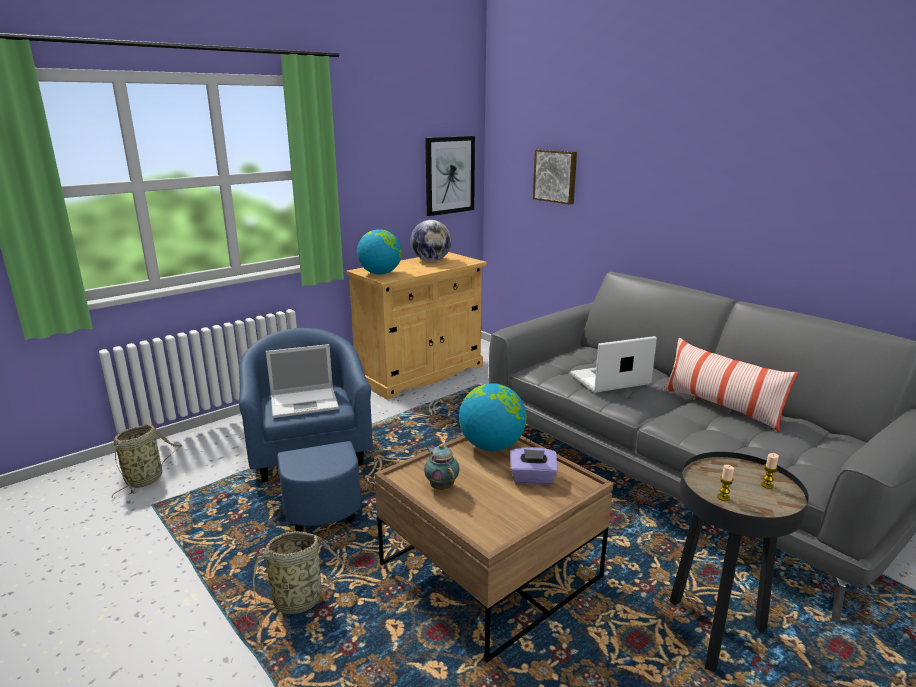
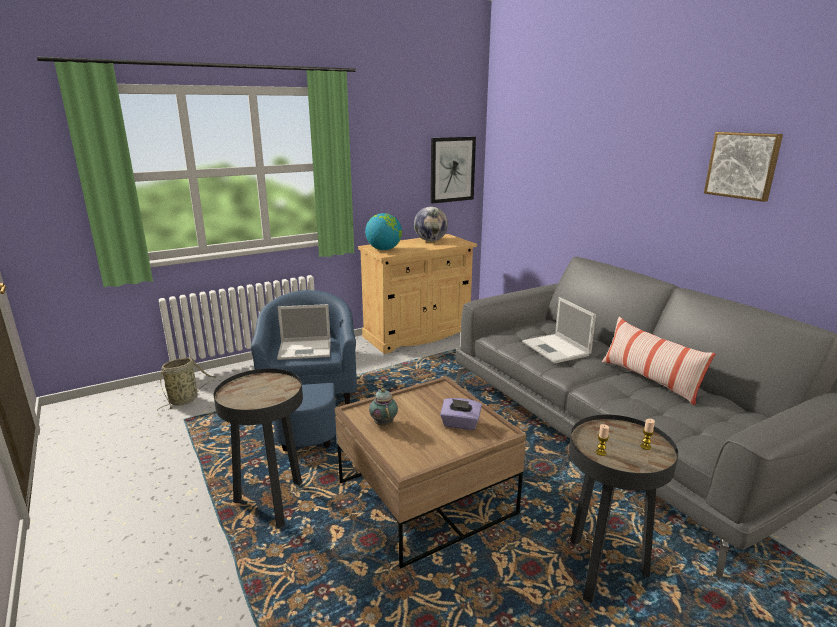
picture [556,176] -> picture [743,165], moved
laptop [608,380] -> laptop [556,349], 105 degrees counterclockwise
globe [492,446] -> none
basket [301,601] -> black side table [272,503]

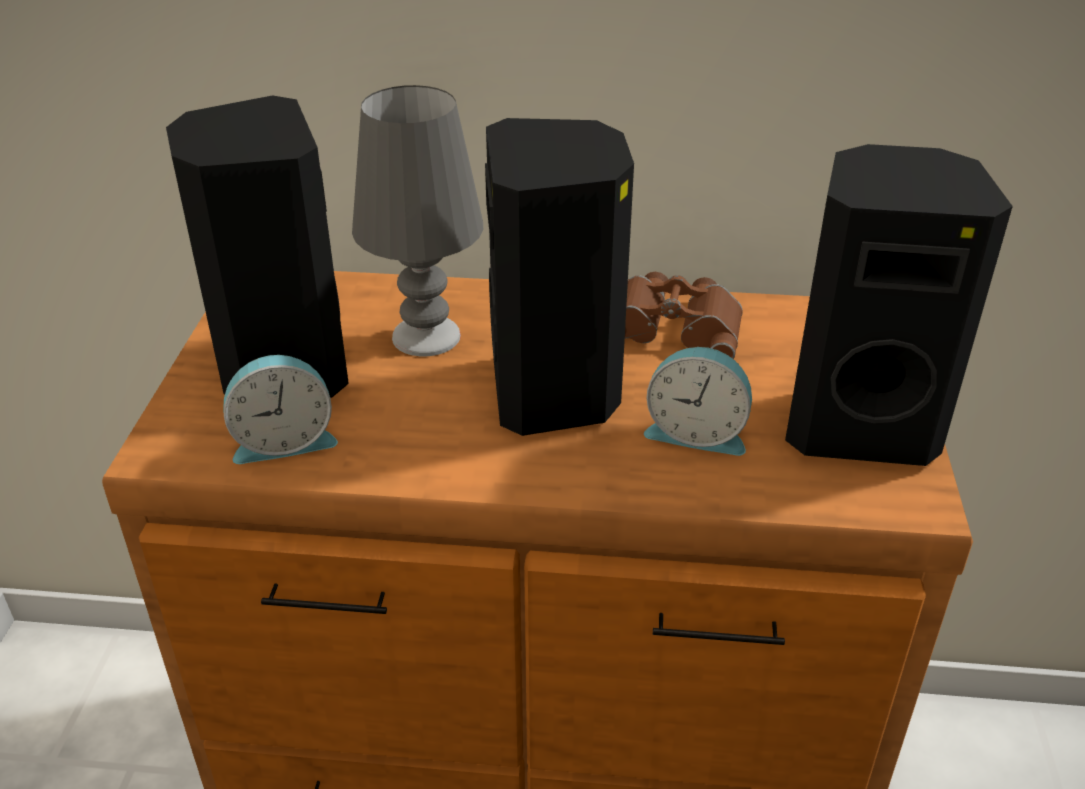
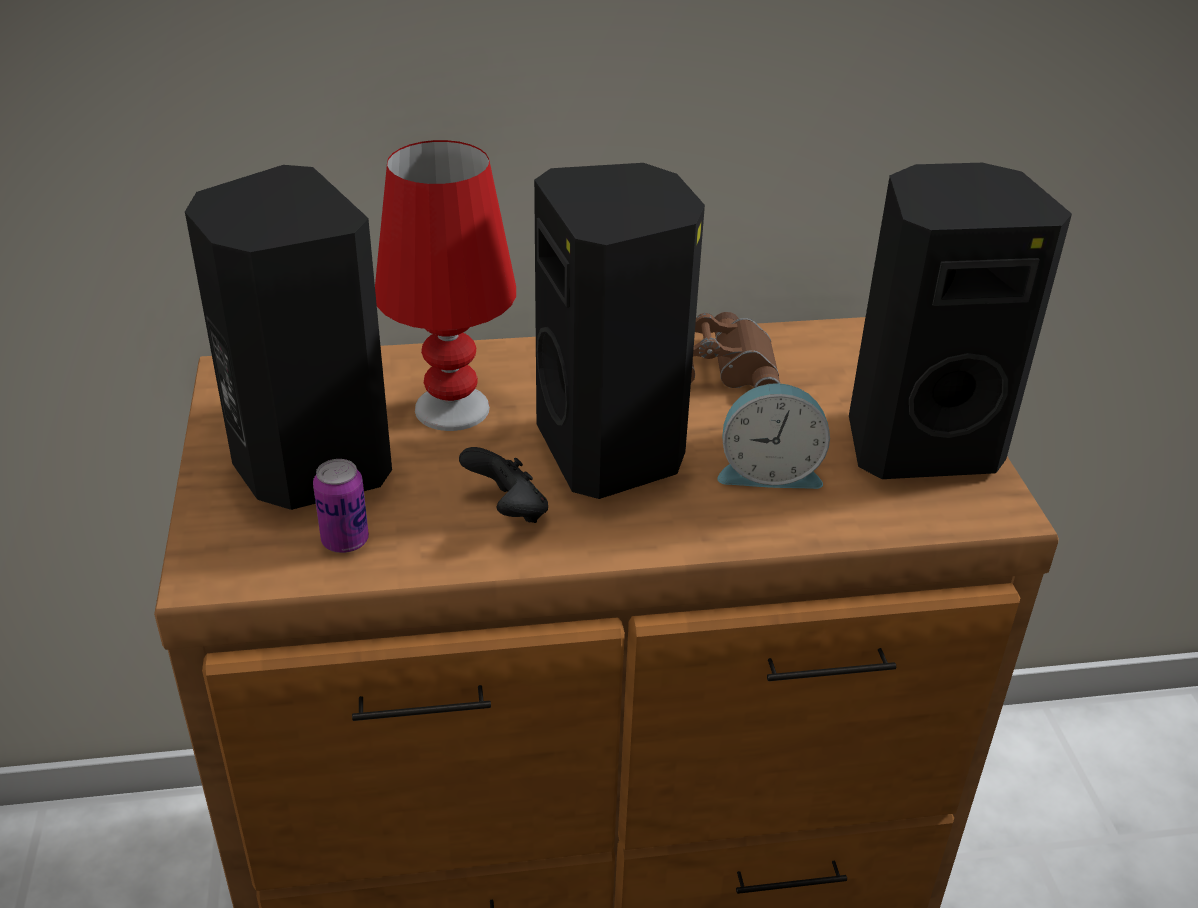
grey table lamp [425,336] -> red table lamp [451,409]
alarm clock [284,441] -> can [345,541]
none -> black game controller [508,510]

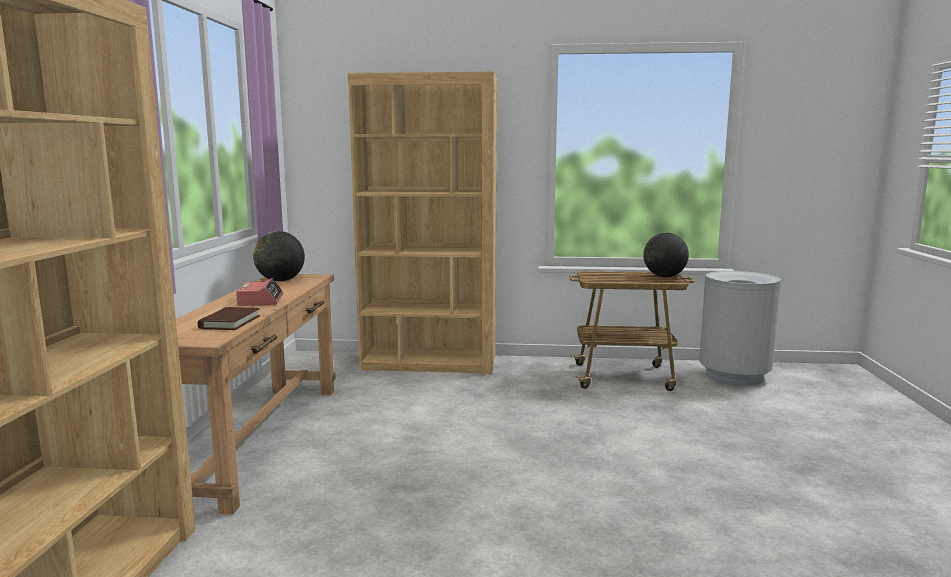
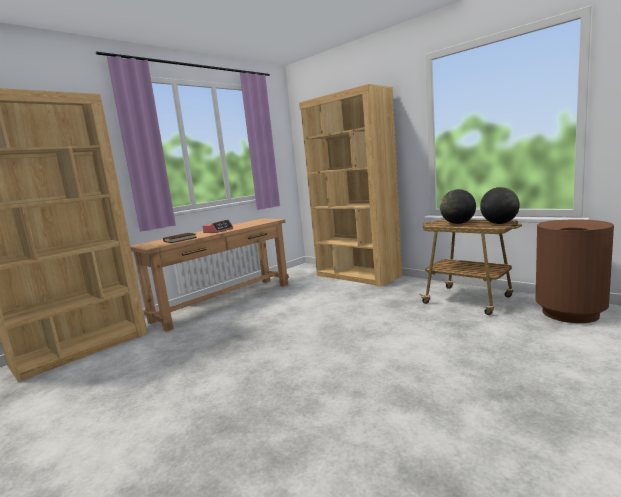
globe [280,280] -> globe [458,223], moved
grey trash can [733,376] -> brown trash can [569,313]

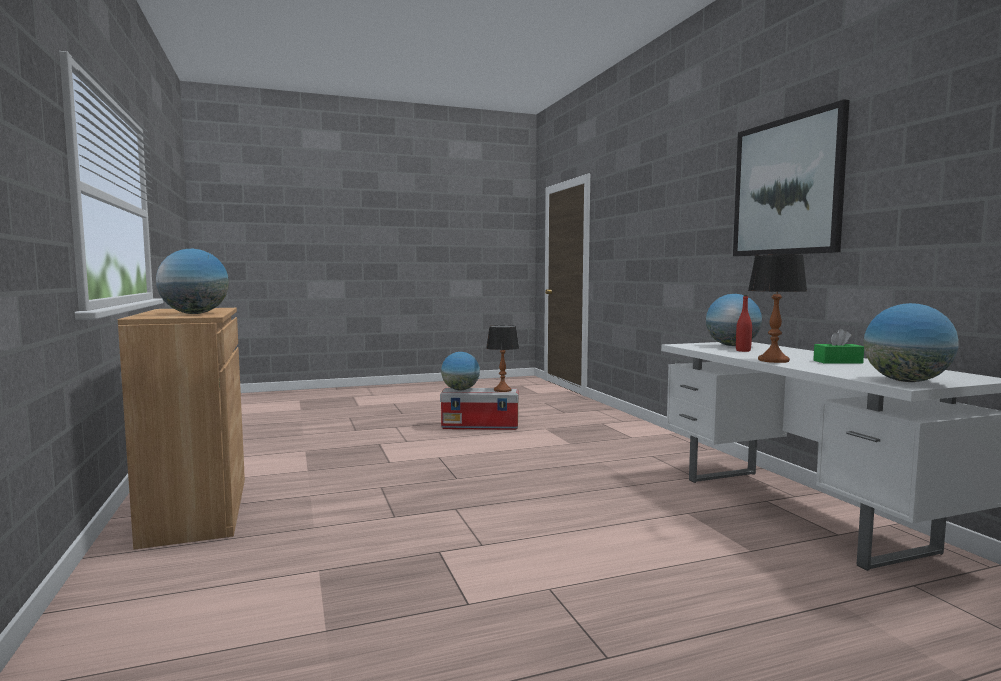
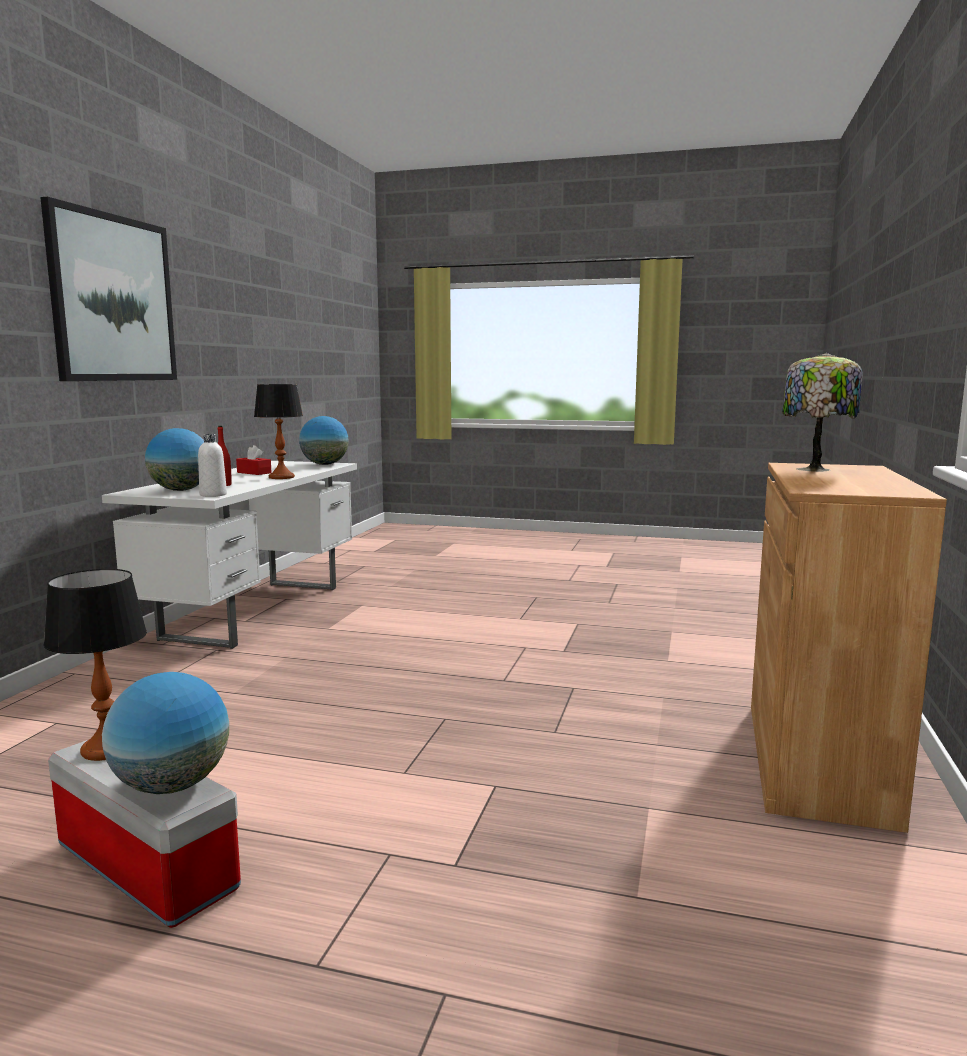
globe [195,314] -> table lamp [814,470]
green tissue box [837,362] -> red tissue box [254,473]
none -> white bottle [213,495]

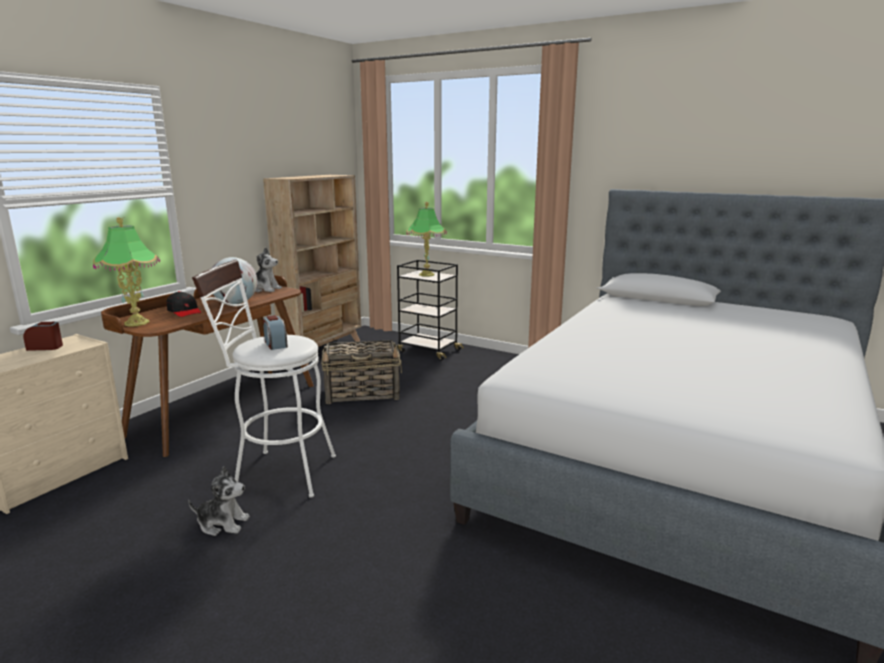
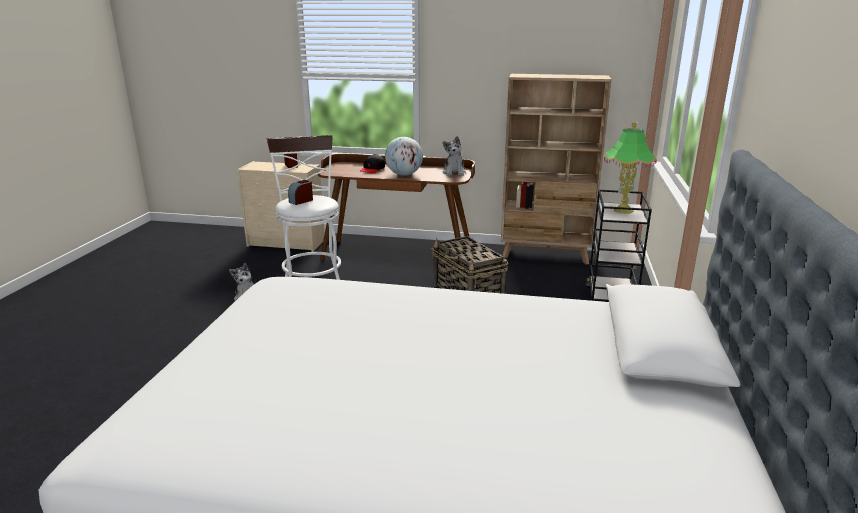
table lamp [136,323] -> none

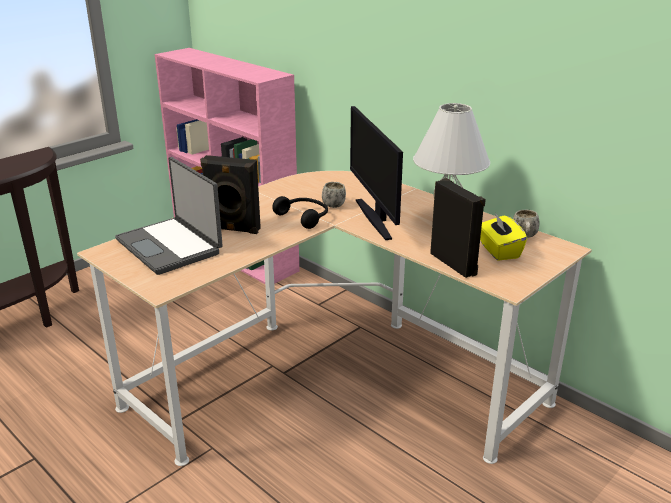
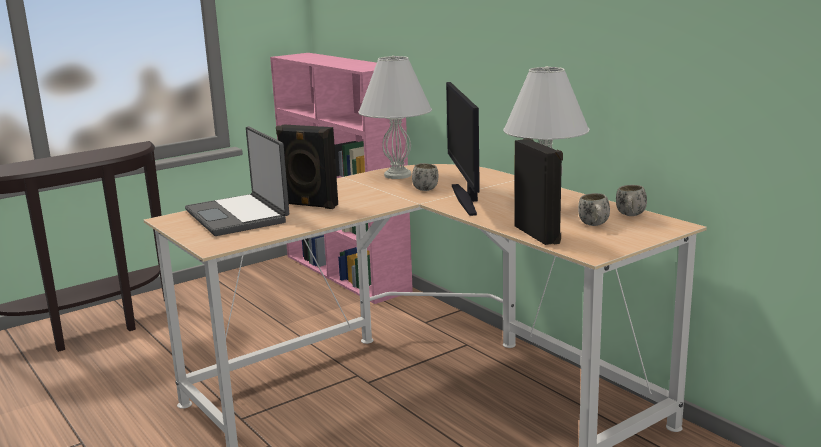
black headphones [304,217] -> none
yellow tissue box [499,251] -> white mug [594,225]
none -> white table lamp [398,175]

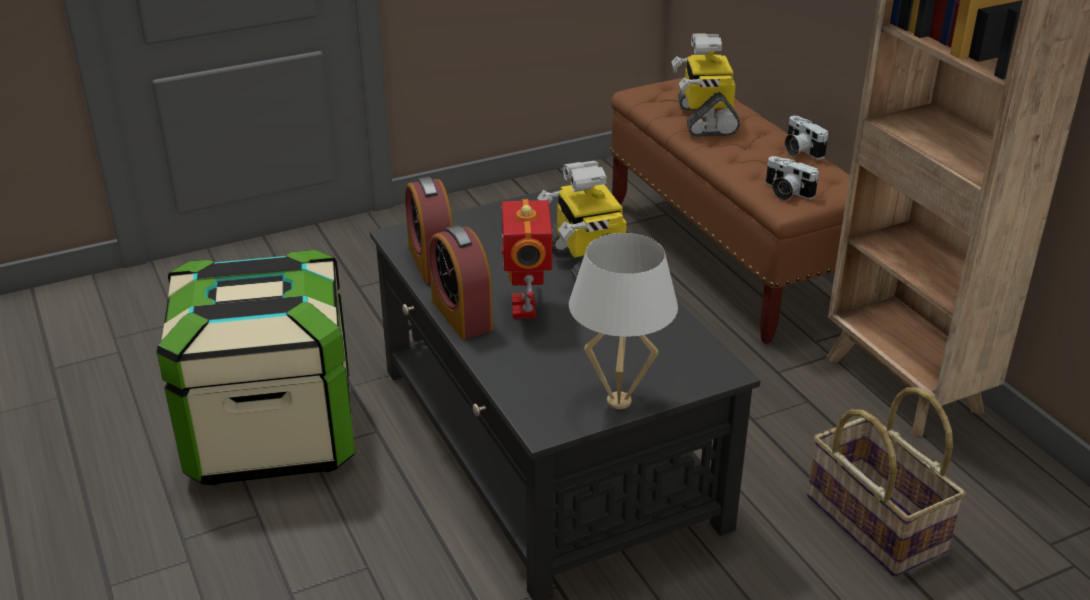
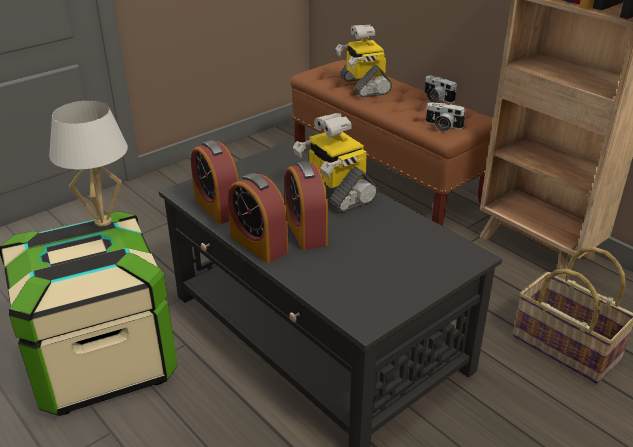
toy robot [526,308] -> alarm clock [306,231]
white table lamp [618,401] -> white table lamp [102,221], moved

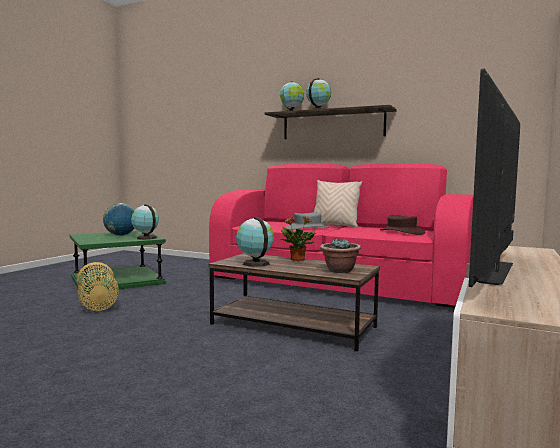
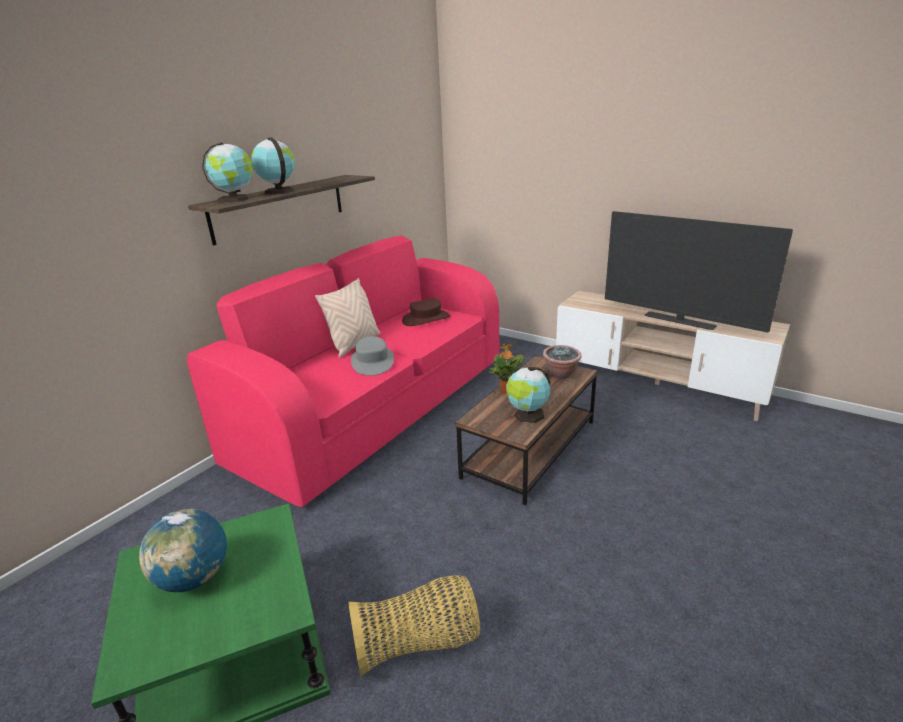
globe [145,238] -> none

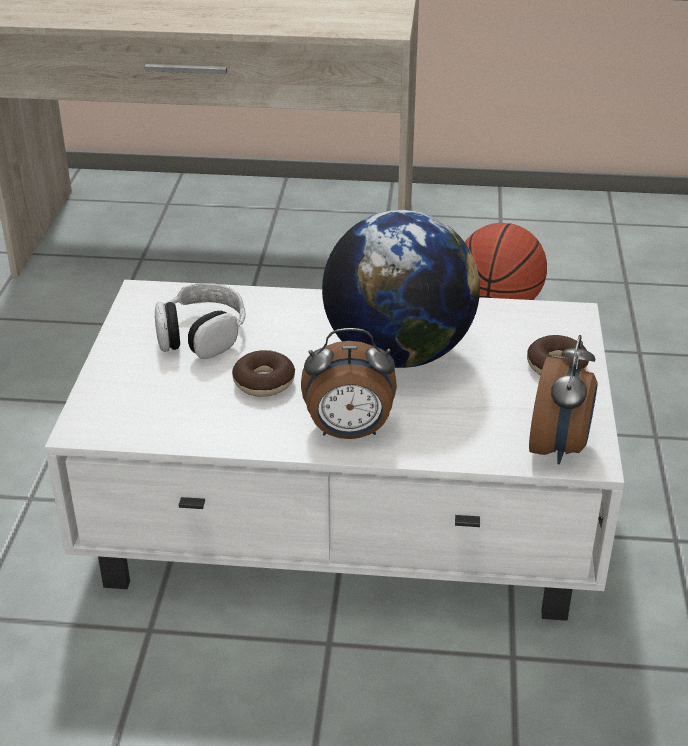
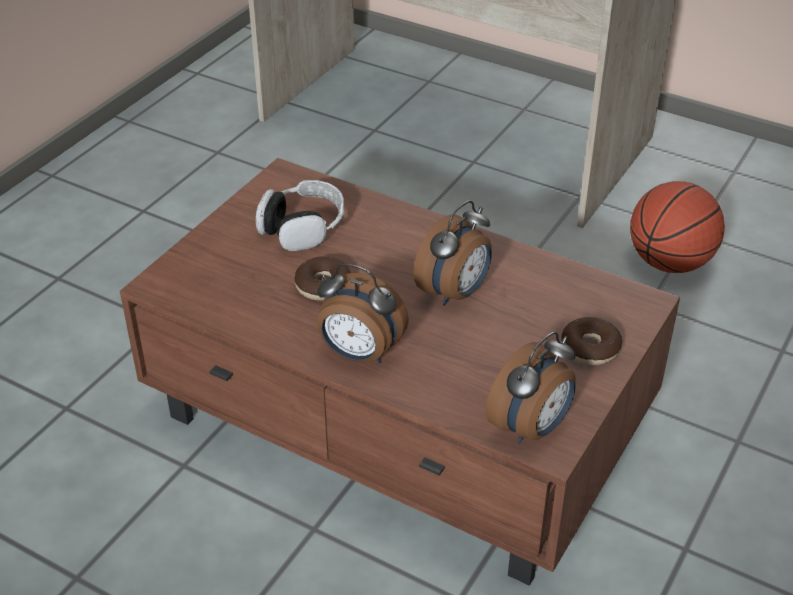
globe [398,353] -> alarm clock [455,293]
white coffee table [349,514] -> brown coffee table [402,421]

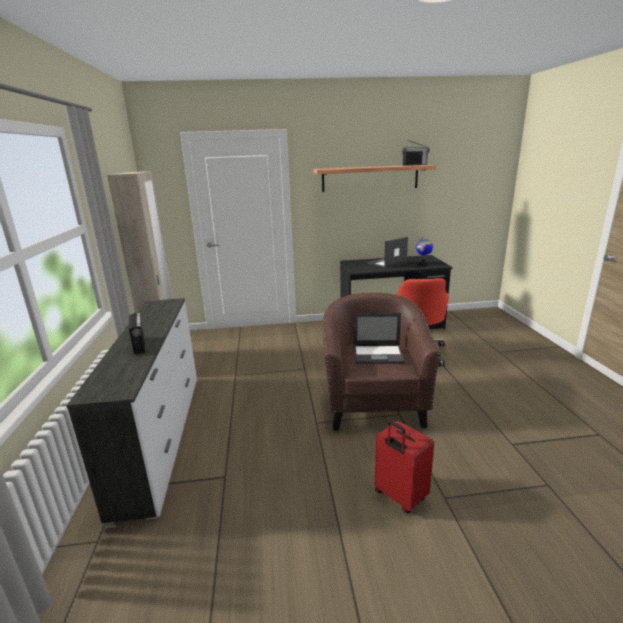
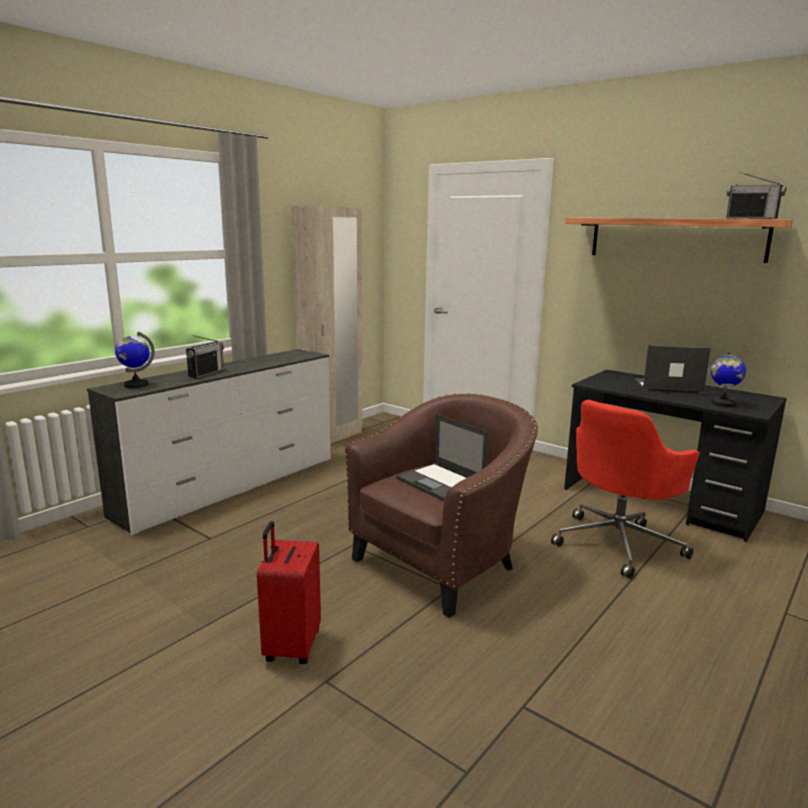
none -> globe [136,385]

